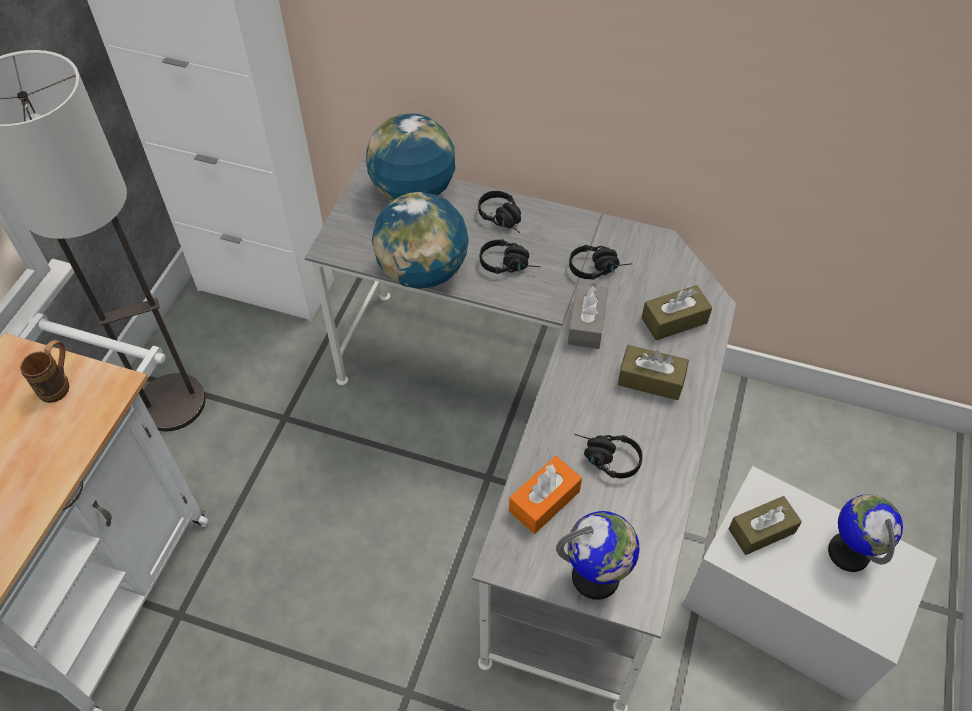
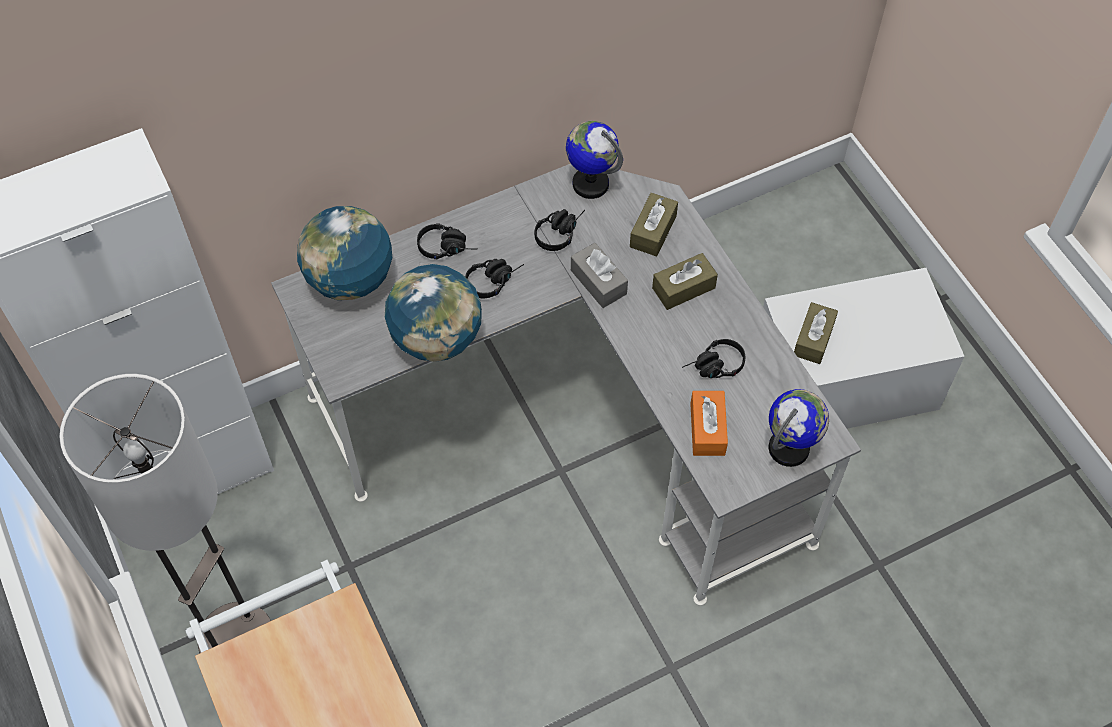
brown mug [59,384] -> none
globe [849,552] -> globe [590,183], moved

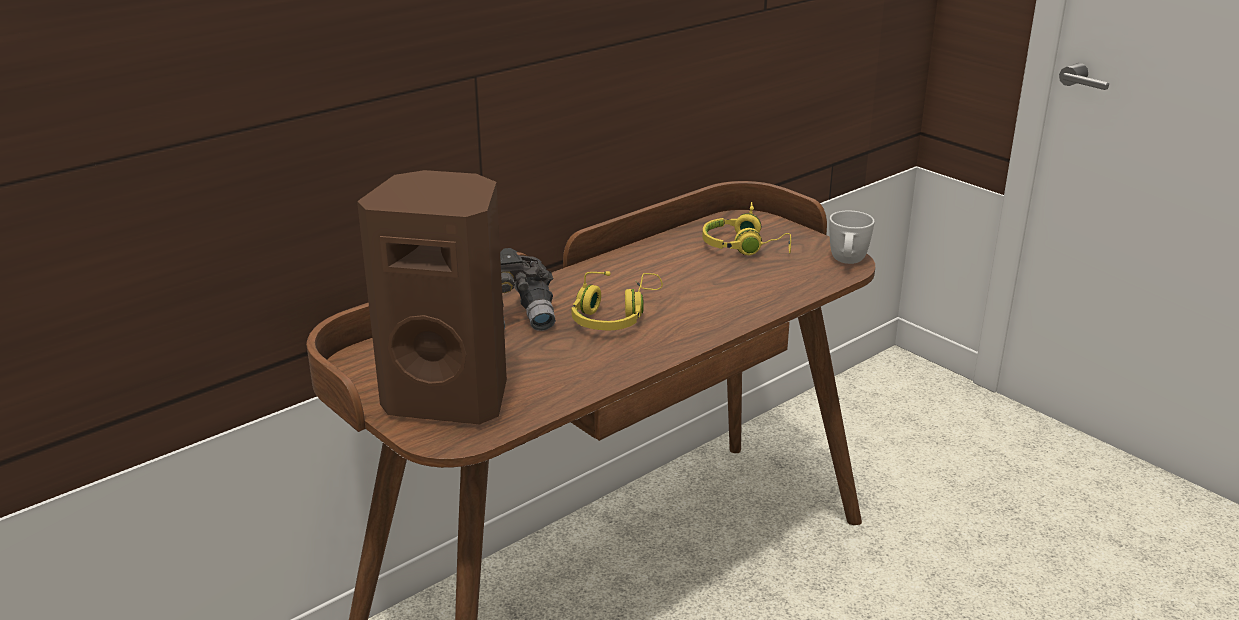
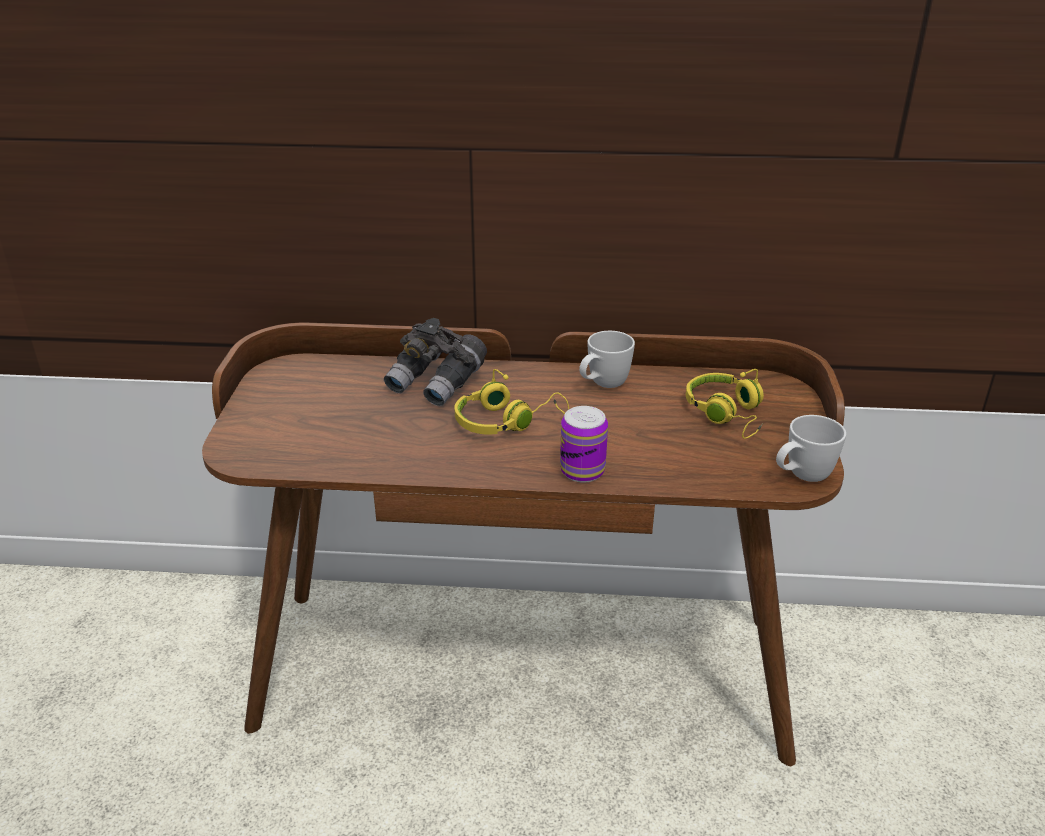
brown speaker [450,397] -> none
none -> white mug [602,385]
none -> can [582,470]

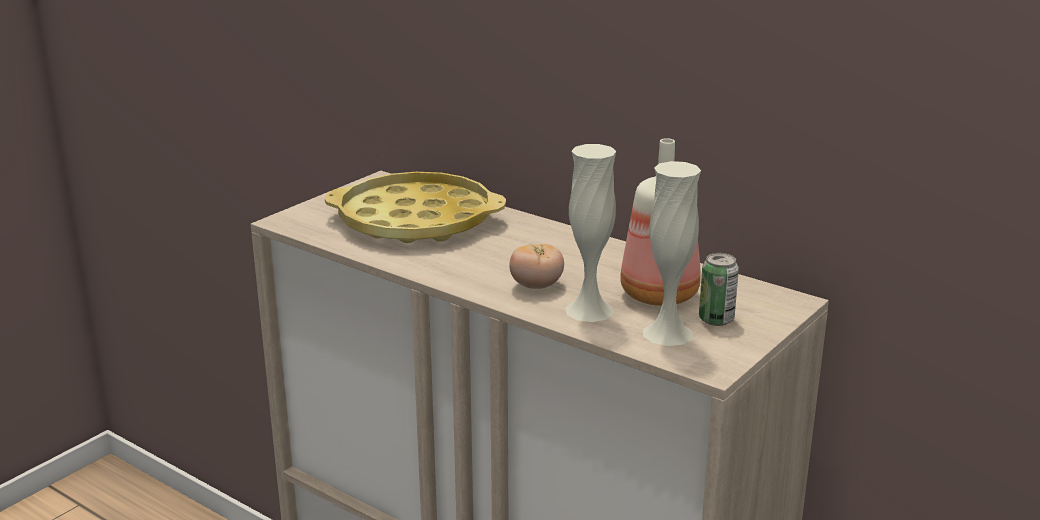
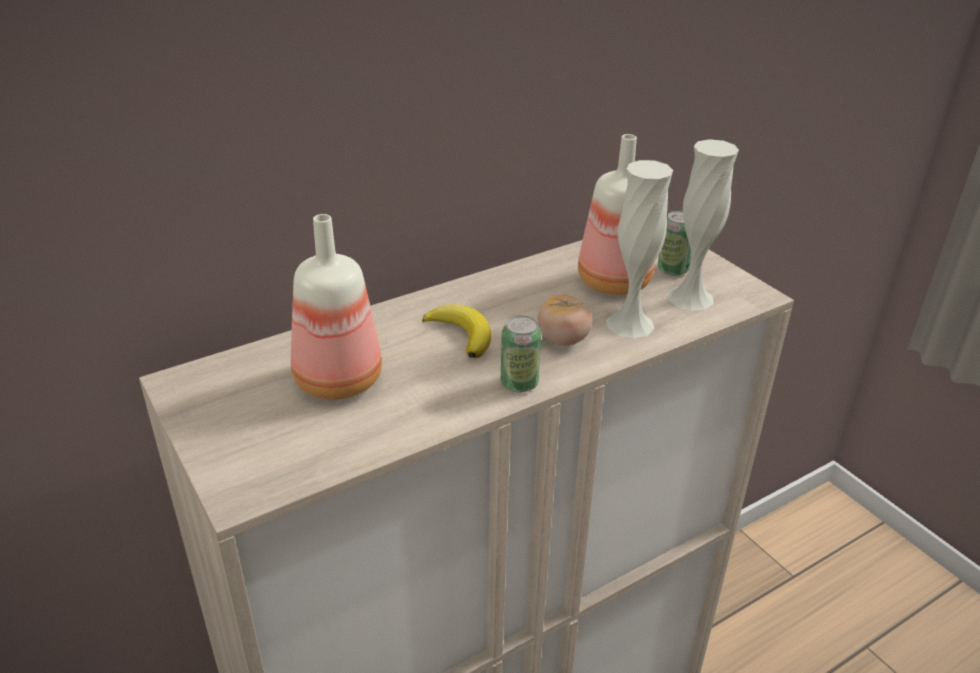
yellow tray [415,220] -> bottle [335,381]
none -> banana [461,334]
none -> can [519,383]

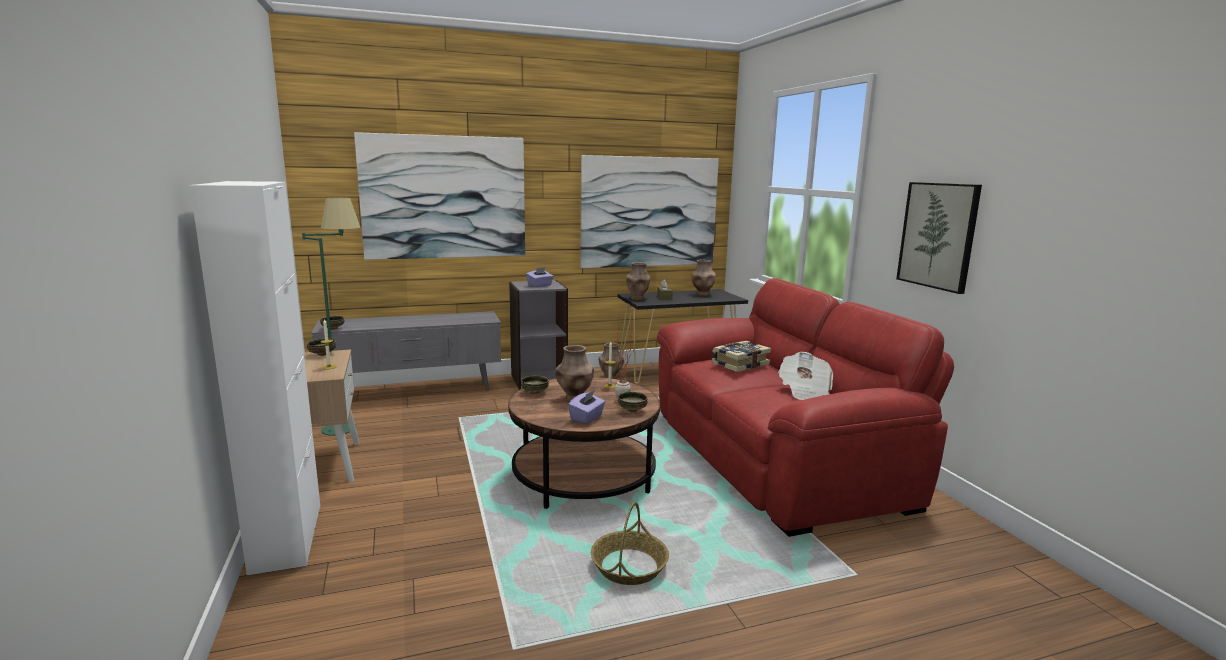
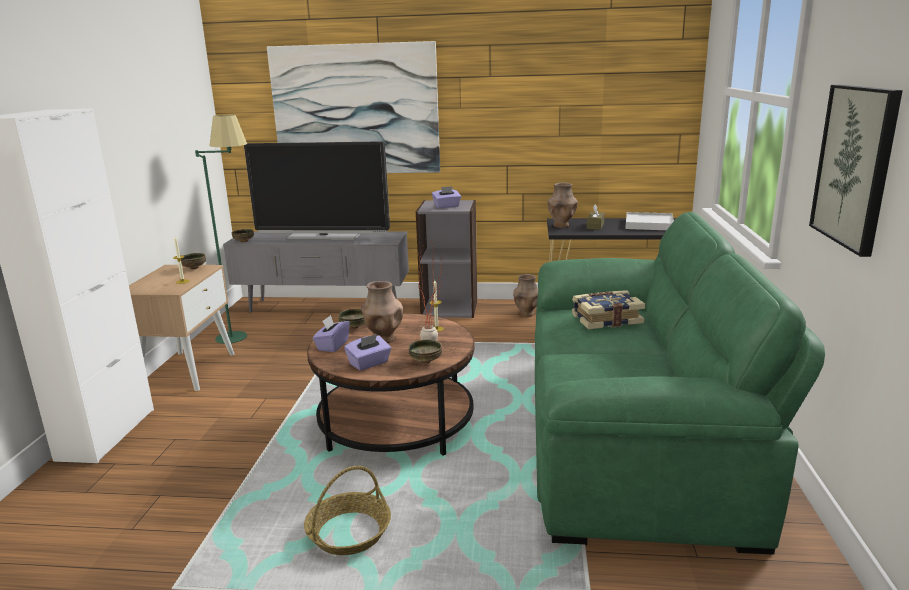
picture [649,212] -> none
brown vase [702,294] -> white tray [649,224]
red sofa [776,456] -> green sofa [634,438]
newspaper [804,390] -> none
none -> television [324,236]
none -> purple tissue box [332,345]

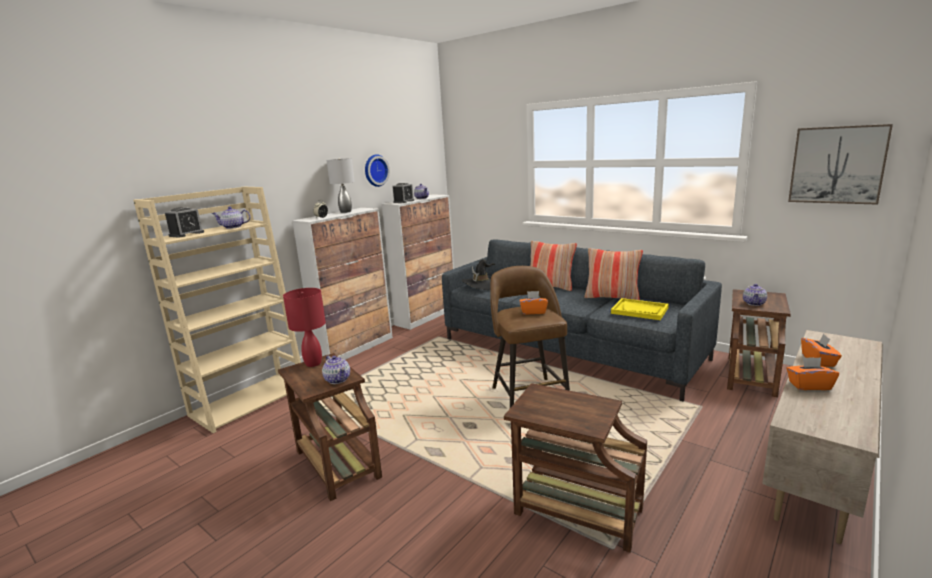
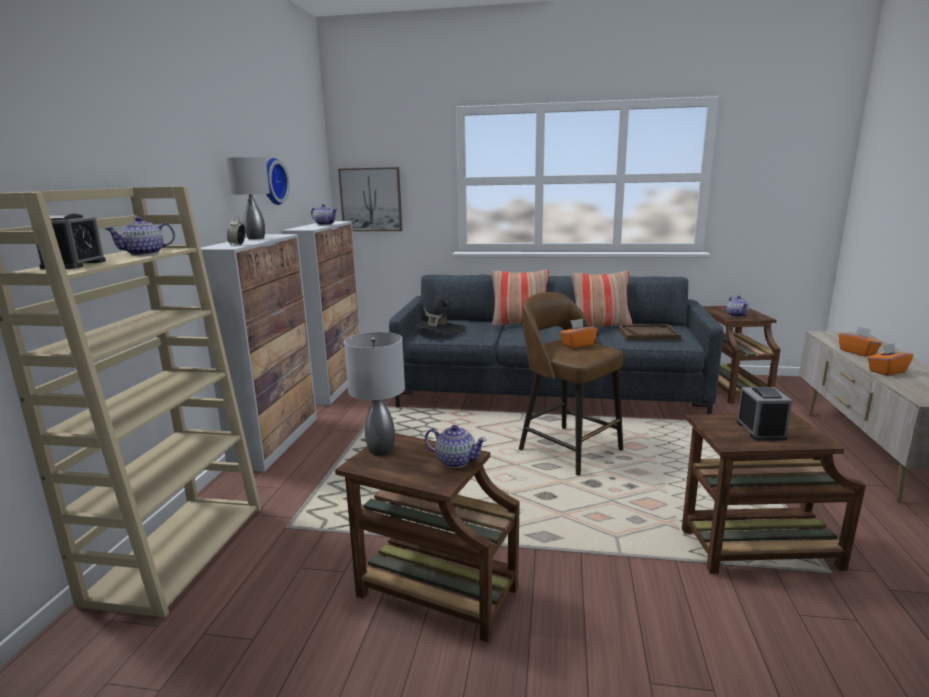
picture [837,165] -> picture [371,199], moved
alarm clock [403,201] -> alarm clock [760,430], moved
red table lamp [313,363] -> grey table lamp [380,449]
yellow tray [639,310] -> brown tray [648,334]

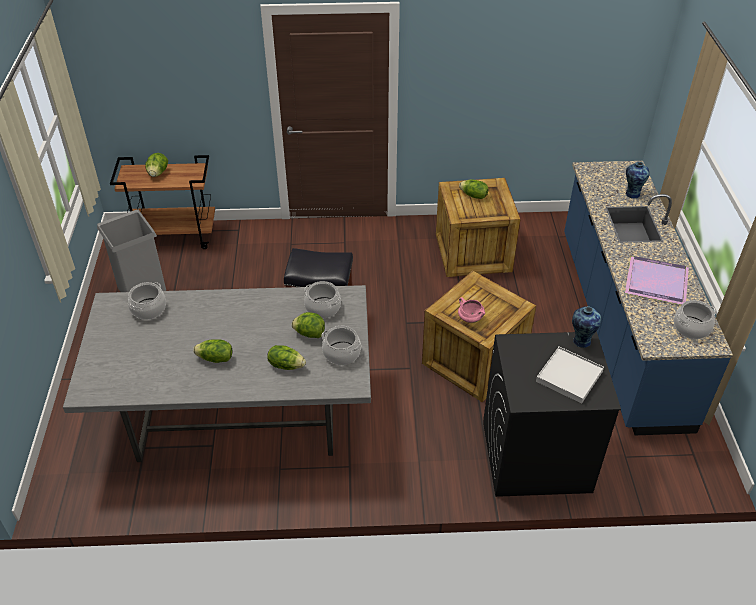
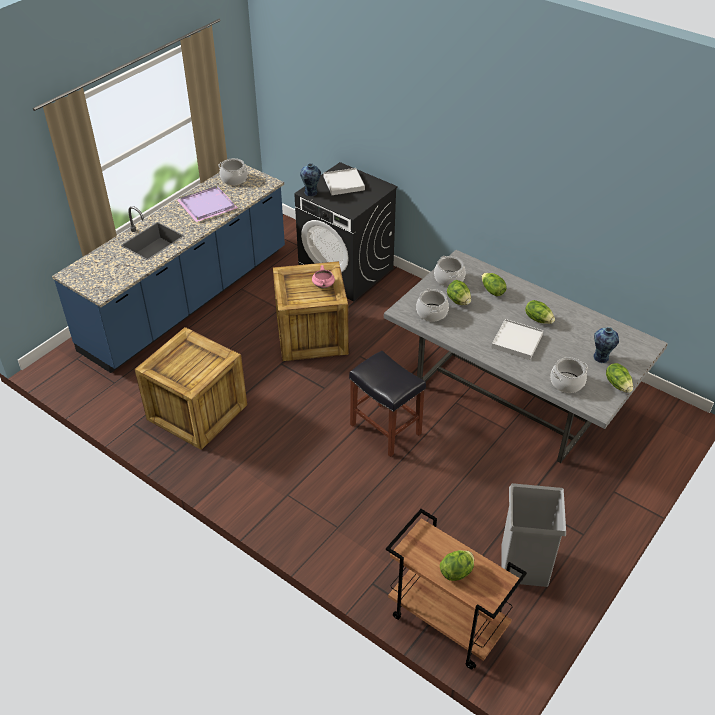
vase [632,194] -> vase [601,358], moved
lettuce [473,196] -> lettuce [618,384], moved
none -> white tray [517,341]

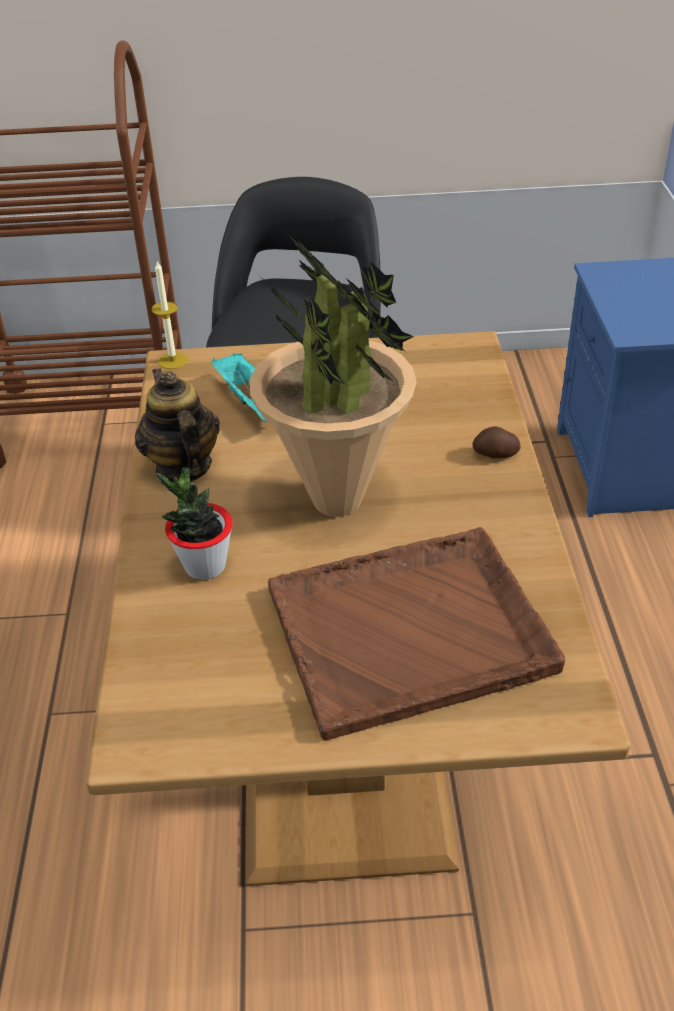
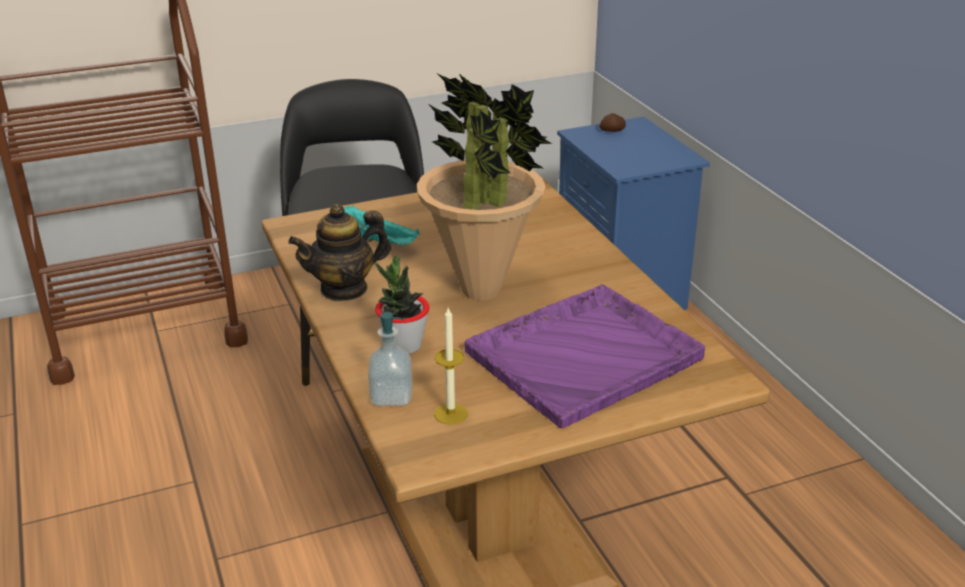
candle [173,360] -> candle [450,414], moved
teapot [182,467] -> teapot [344,289], 75 degrees counterclockwise
potato [495,454] -> potato [612,131], moved
brown tray [412,630] -> purple tray [585,355]
none -> soap dispenser [391,396]

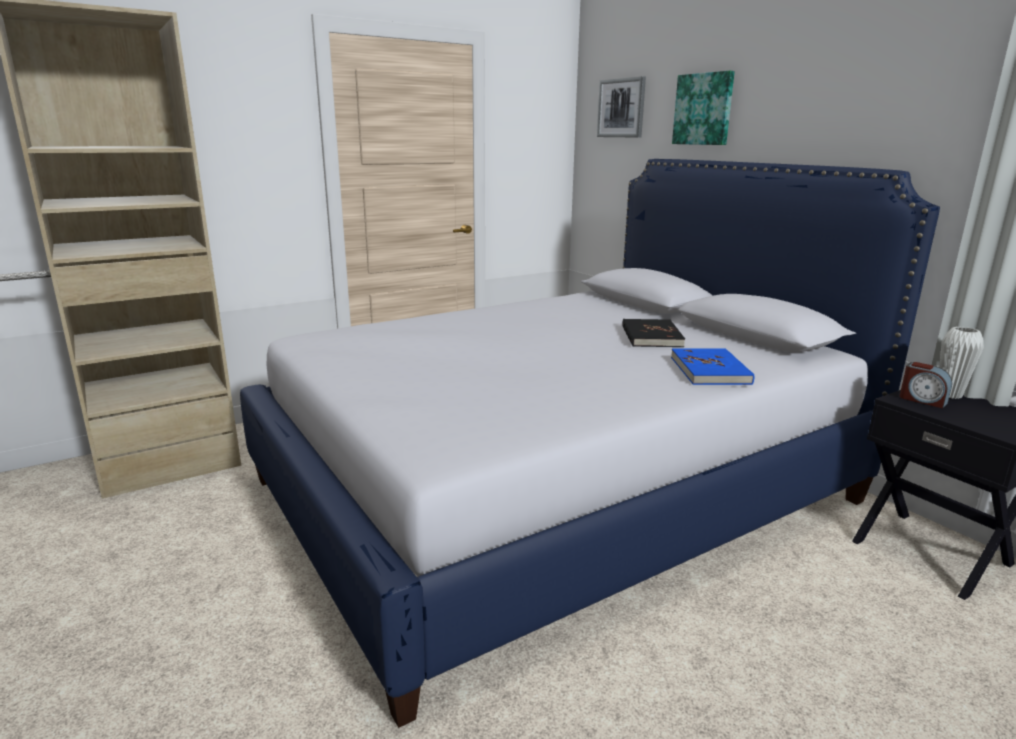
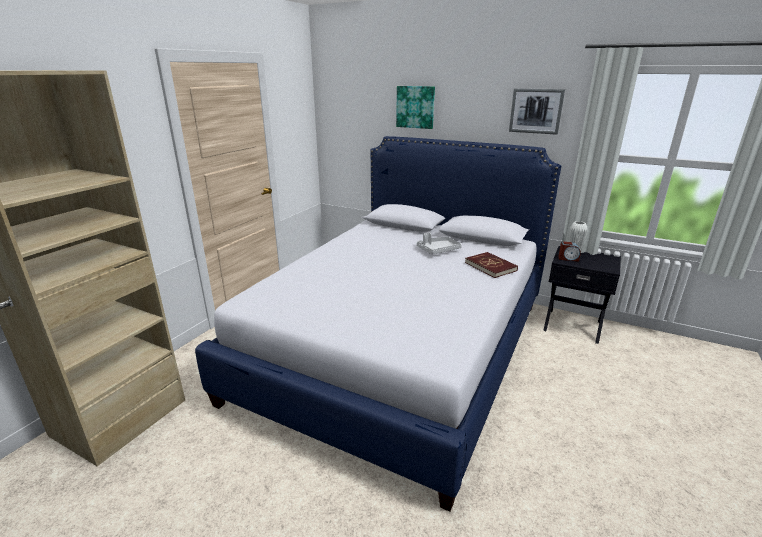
picture [621,108] -> picture [536,111], moved
black book [651,336] -> grey tray [438,250]
blue book [710,370] -> red book [490,266]

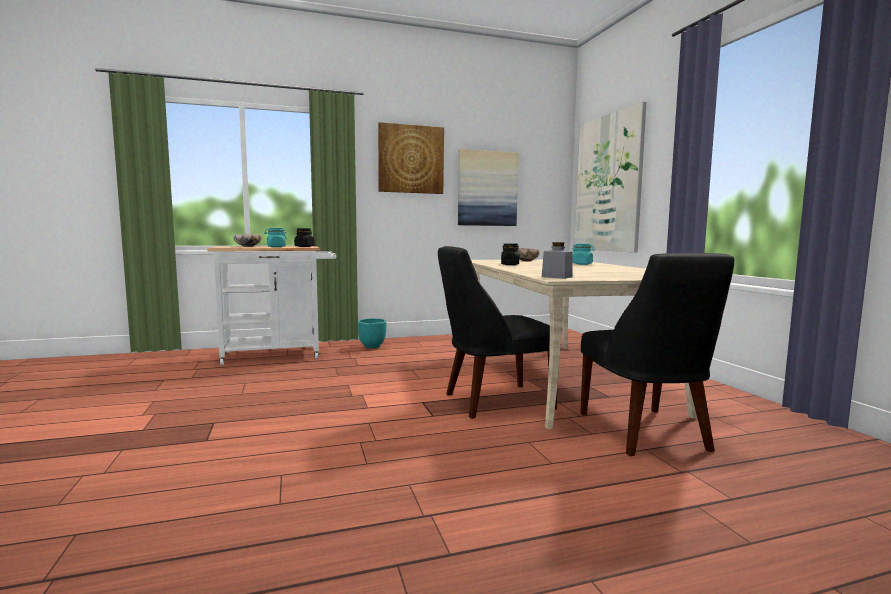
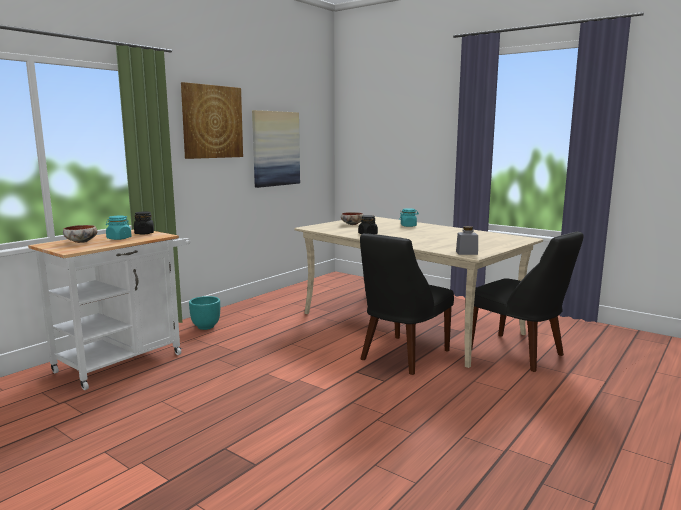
picture [608,183] -> none

